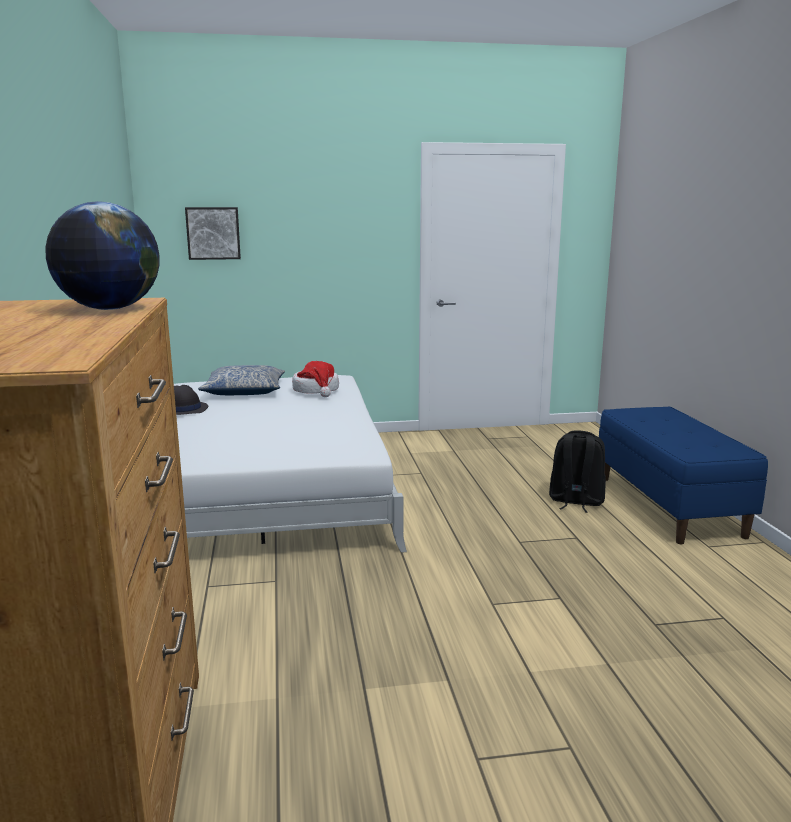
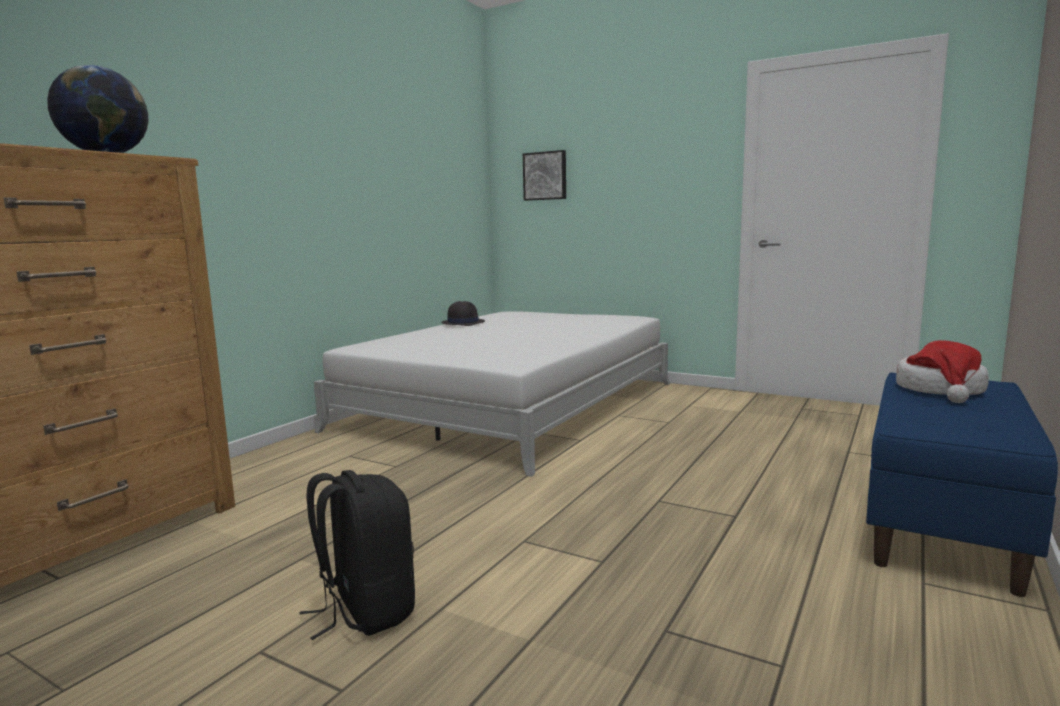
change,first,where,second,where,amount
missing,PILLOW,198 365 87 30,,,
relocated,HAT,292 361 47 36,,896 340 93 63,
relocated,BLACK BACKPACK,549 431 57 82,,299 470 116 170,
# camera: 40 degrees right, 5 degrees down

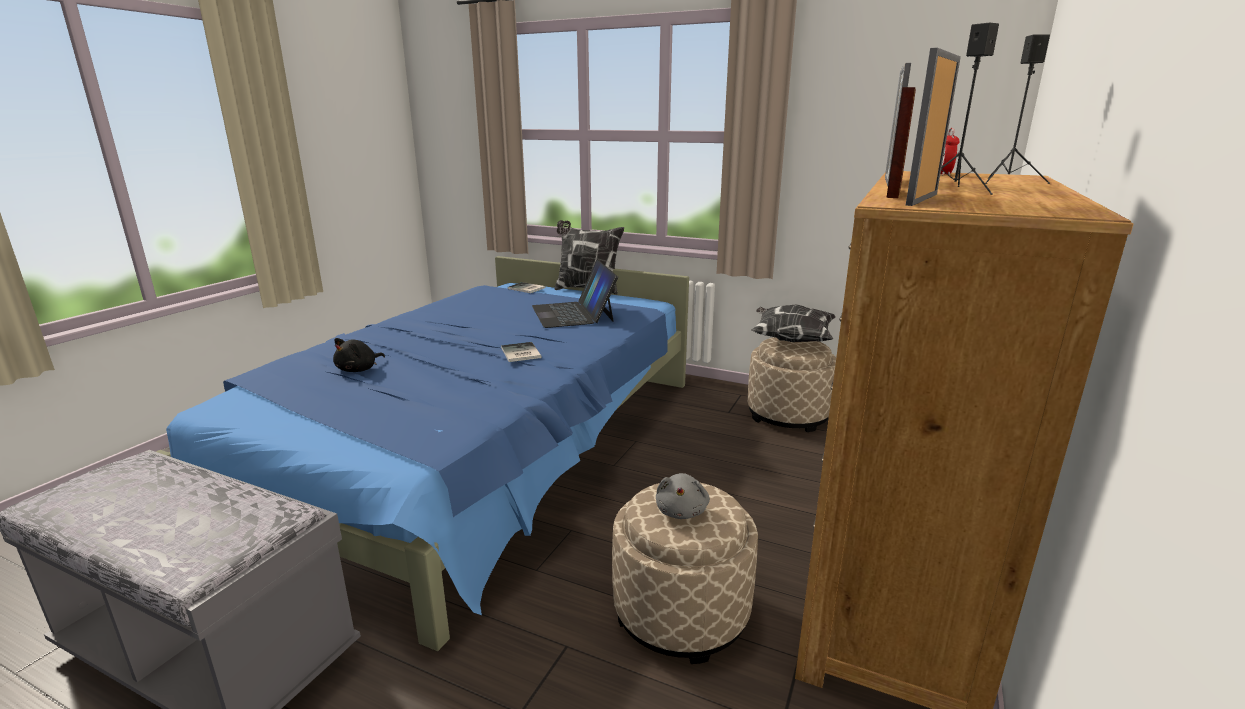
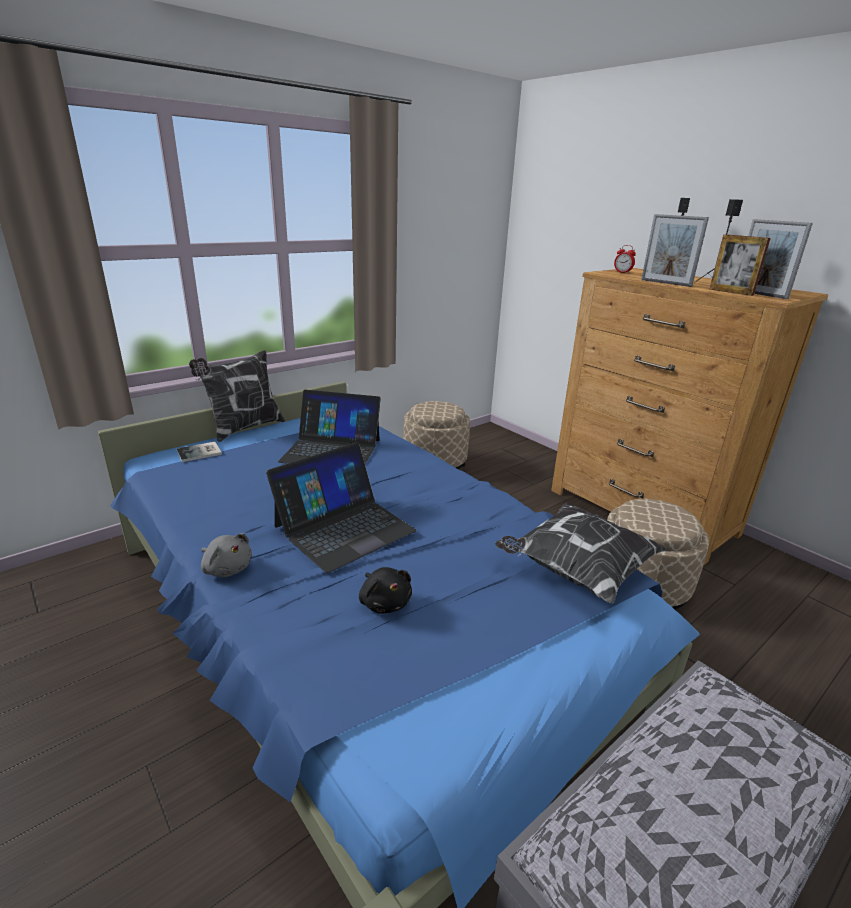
change,first,where,second,where,amount
missing,BOOK,501 342 40 20,,,
appeared,,,LAPTOP,266 442 150 131,
relocated,GREY PLUSH TOY,656 473 54 46,,201 533 51 44,
relocated,PILLOW,751 304 85 38,,495 502 173 101,
# camera: 65 degrees left, 5 degrees up

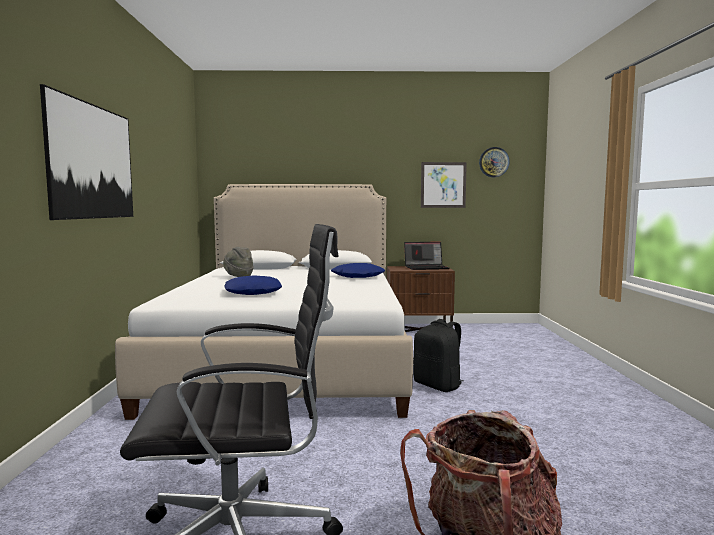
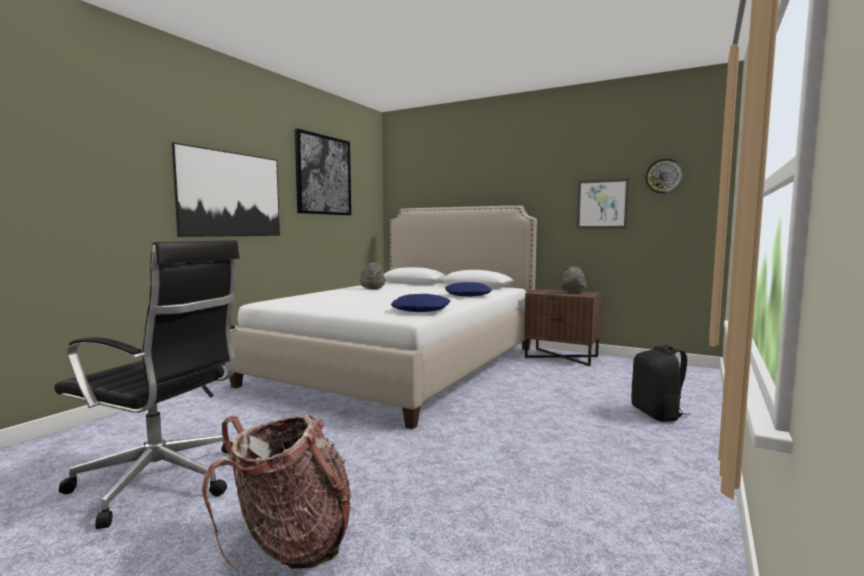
change,first,where,second,where,amount
appeared,,,PICTURE,295 129 56 86,
relocated,BLUE PILLOW,224 275 58 20,,391 294 59 18,
relocated,BLACK BACKPACK,413 319 51 73,,631 345 60 77,
exchanged,LAPTOP,404 242 45 28,GREY HAT,560 266 27 26,
# camera: 30 degrees right, 0 degrees up

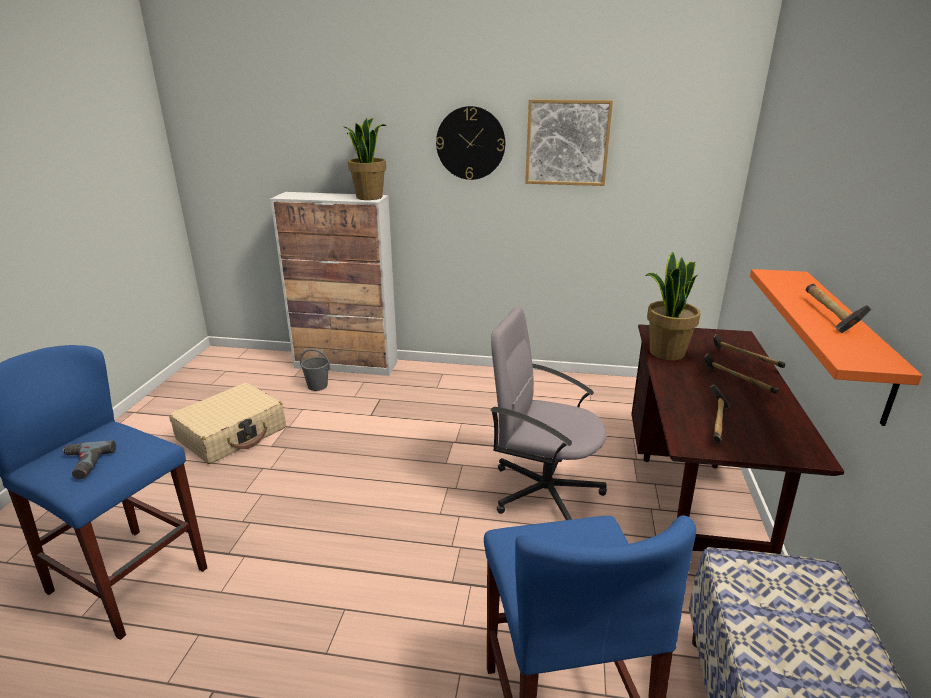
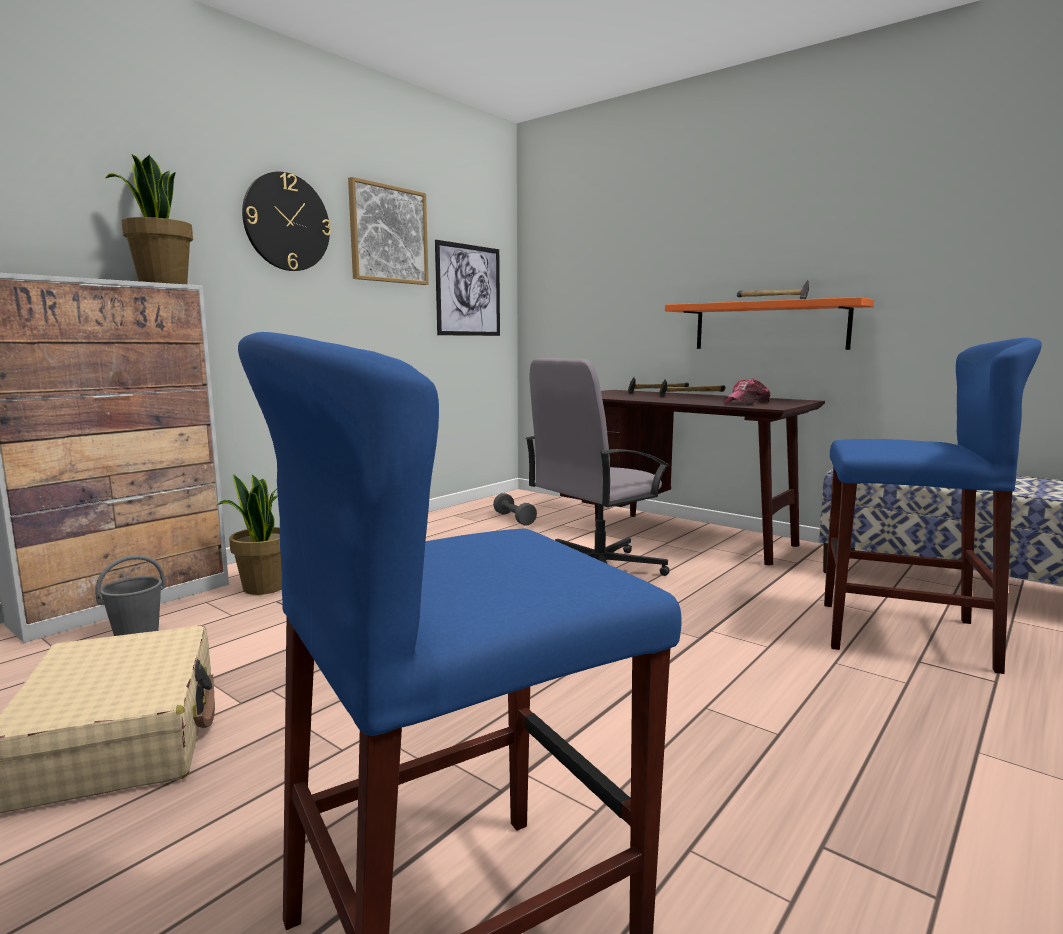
change,first,where,second,where,amount
missing,POWER DRILL,62 440 54 39,,,
appeared,,,PICTURE,435 240 65 96,
appeared,,,GREY DUMBBELL,493 493 44 33,
relocated,POTTED PLANT,645 252 56 108,,217 474 65 121,
exchanged,HAMMER,710 384 20 59,CAP,723 378 48 27,
# camera: 60 degrees left, 15 degrees down

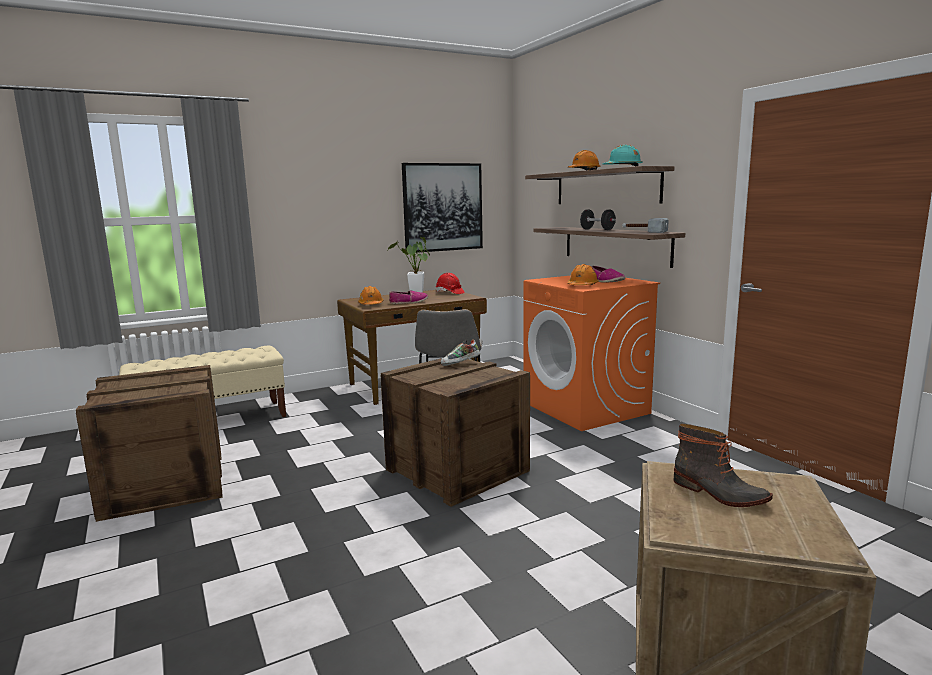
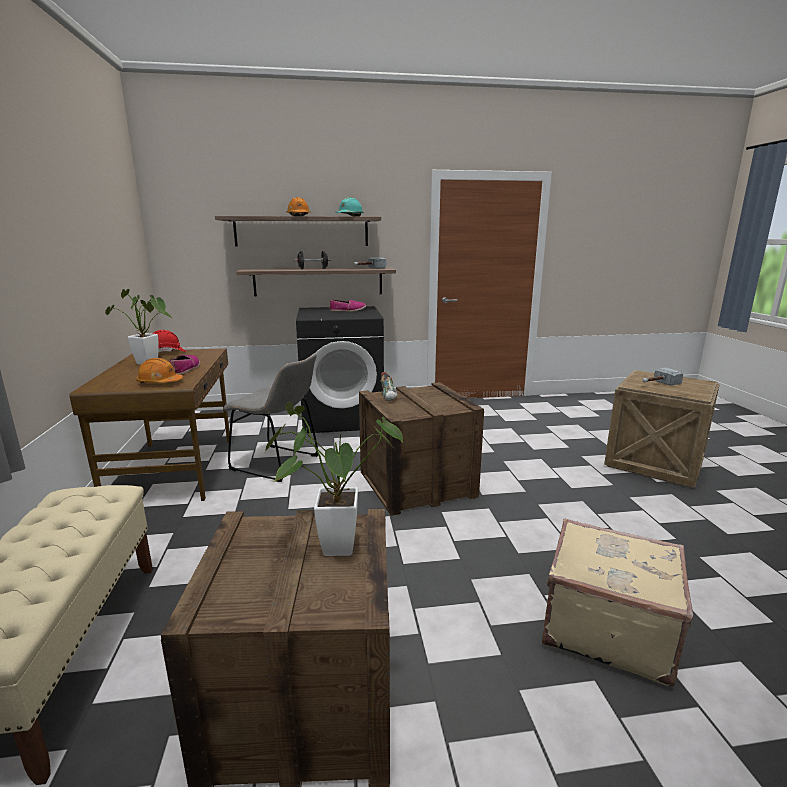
change,first,where,second,where,amount
missing,PICTURE,402 163 81 90,,,
missing,ORANGE HARD HAT,567 264 32 21,,,
appeared,,,POTTED PLANT,265 402 138 154,
appeared,,,BEIGE SUITCASE,542 519 151 168,
exchanged,BOOT,673 424 100 83,HAMMER,643 368 40 18,
colour,ORANGE WASHING MACHINE,523 276 137 155,BLACK WASHING MACHINE,296 306 88 127,
# camera: 70 degrees left, 5 degrees up

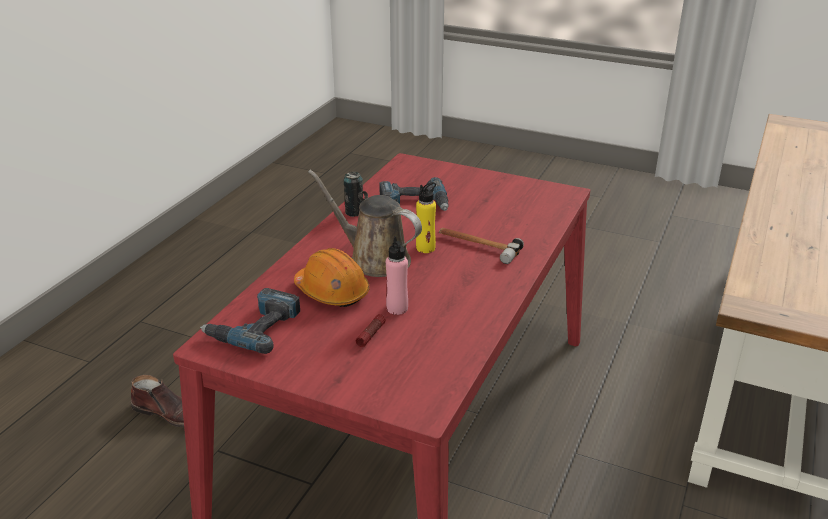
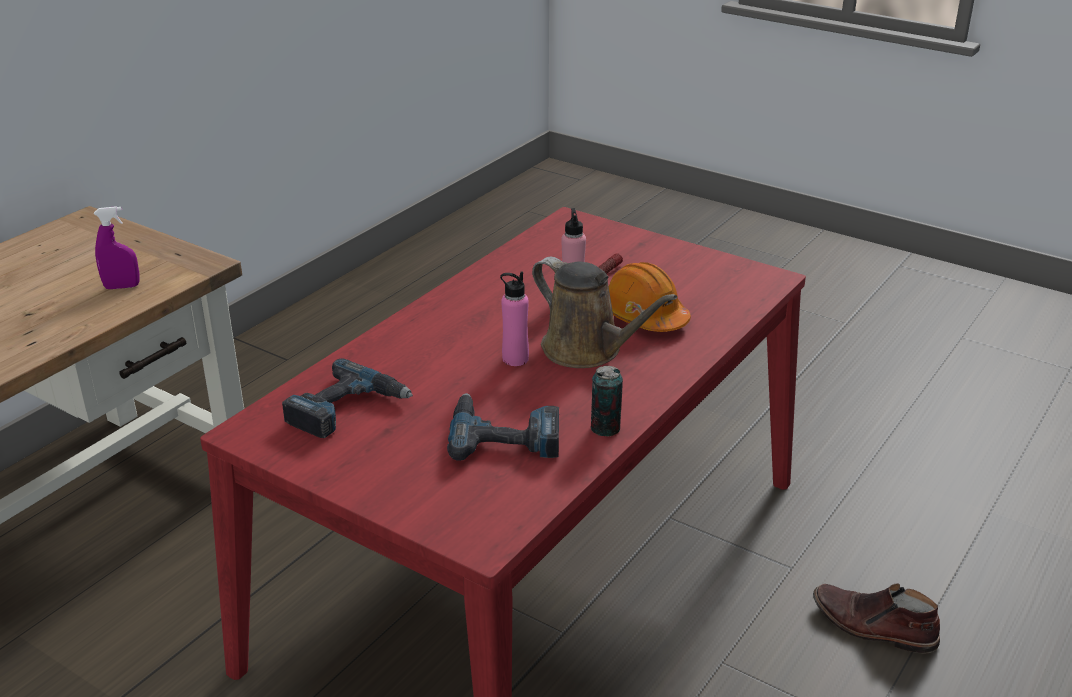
change,first,where,second,where,amount
missing,HAMMER,439 228 85 36,,,
appeared,,,PURPLE SPRAY BOTTLE,94 206 46 83,
relocated,POWER DRILL,200 288 100 66,,282 359 131 79,
colour,YELLOW BOTTLE,416 182 20 71,PINK BOTTLE,500 272 29 94,
# camera: 170 degrees left, 0 degrees up

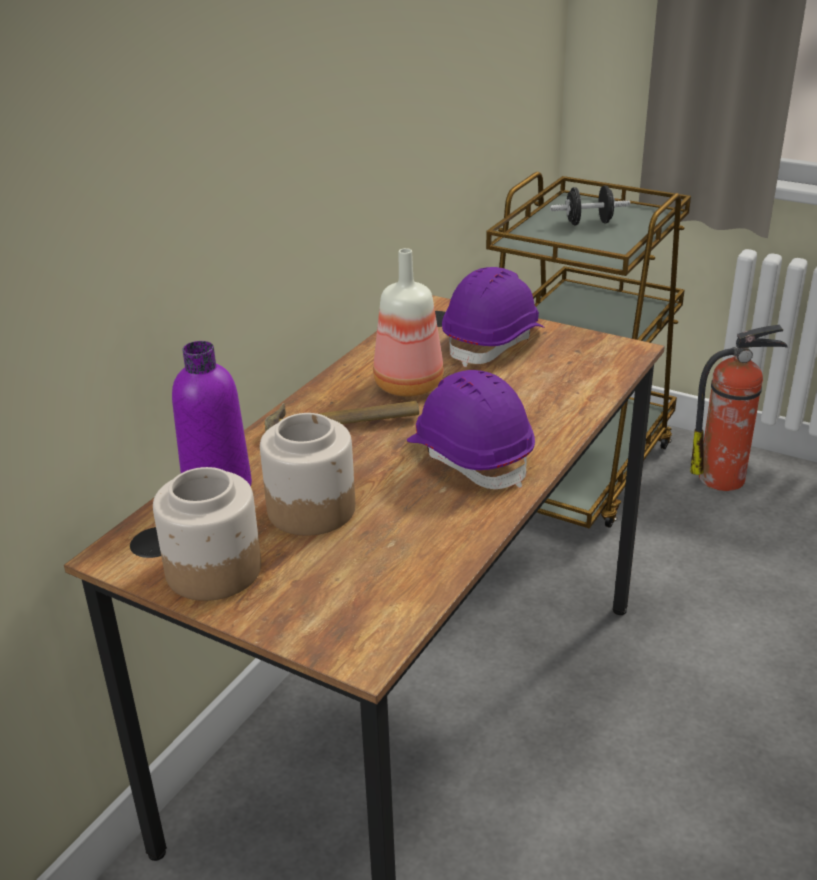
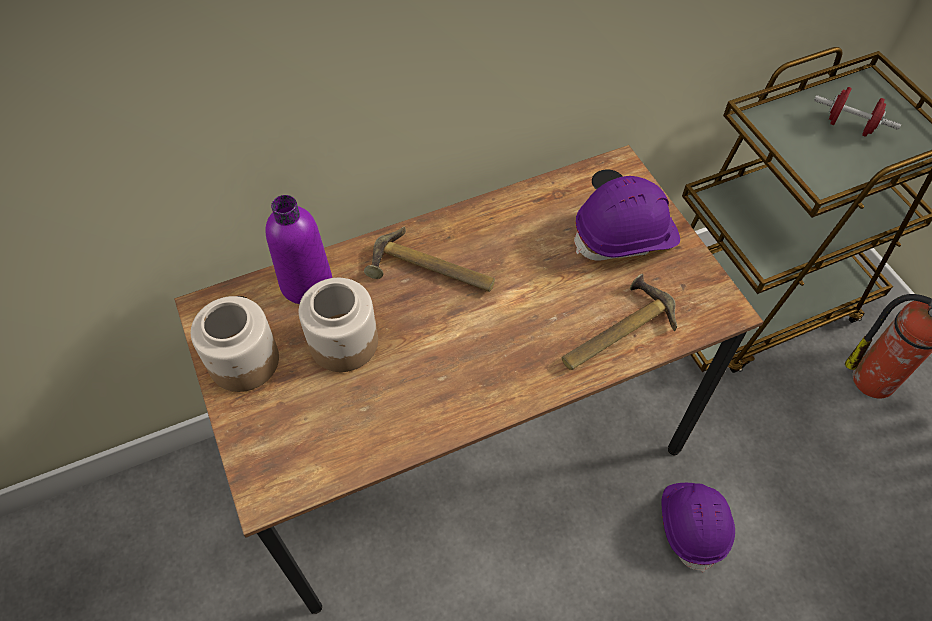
change,first,where,second,where,amount
missing,BOTTLE,373 248 71 149,,,
appeared,,,HAMMER,562 274 115 96,
relocated,PURPLE HARD HAT,407 370 128 119,,662 483 73 89,
colour,BLACK DUMBBELL,550 185 80 40,RED DUMBBELL,814 87 87 49,
# camera: 35 degrees right, 25 degrees up

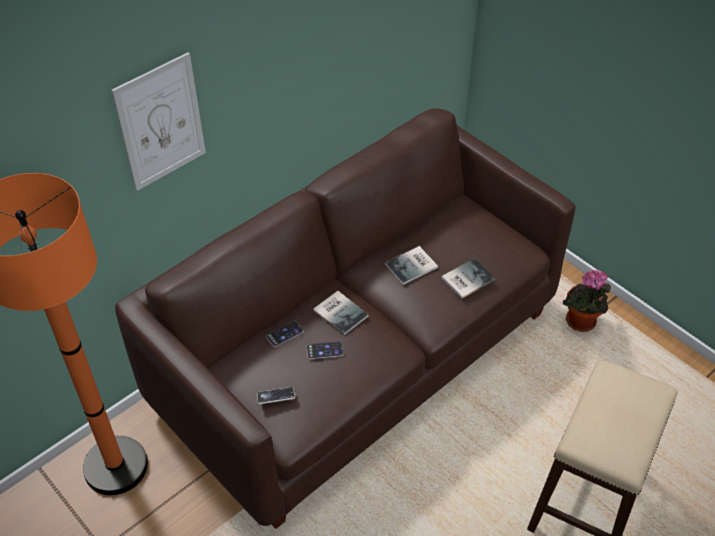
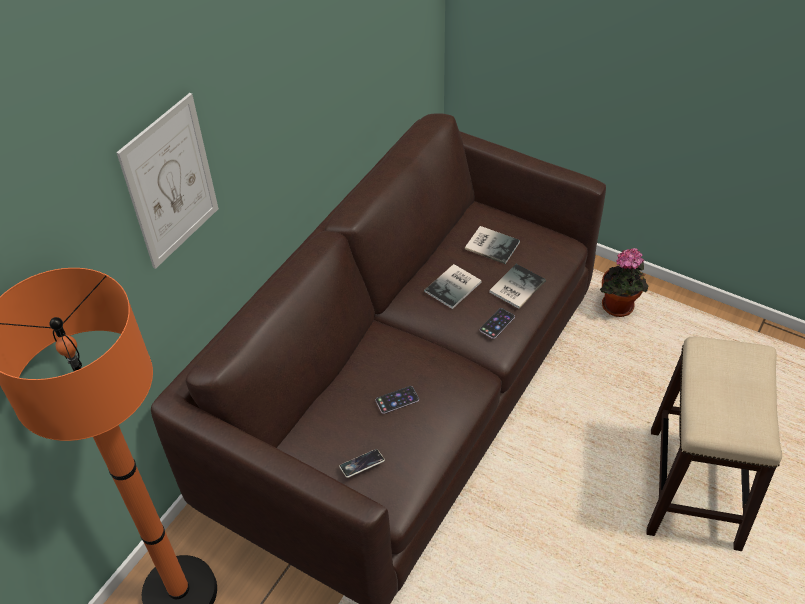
change,first,where,second,where,amount
relocated,PHONE,266 321 38 26,,480 308 35 31,
relocated,BOOK,313 291 55 44,,465 226 55 38,
# camera: 15 degrees left, 0 degrees up

